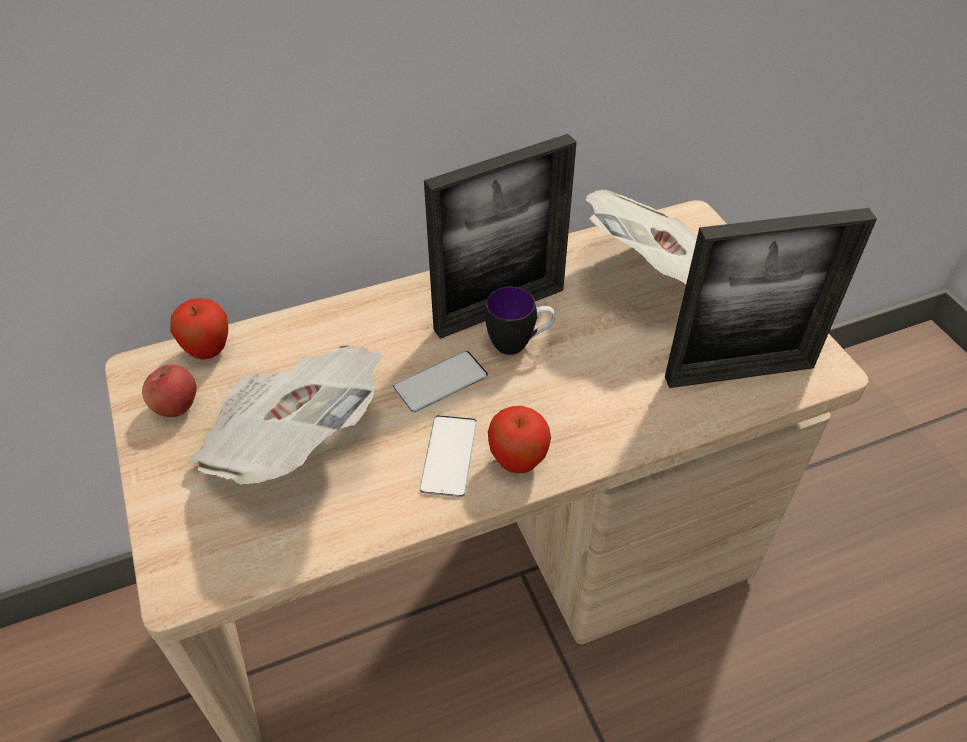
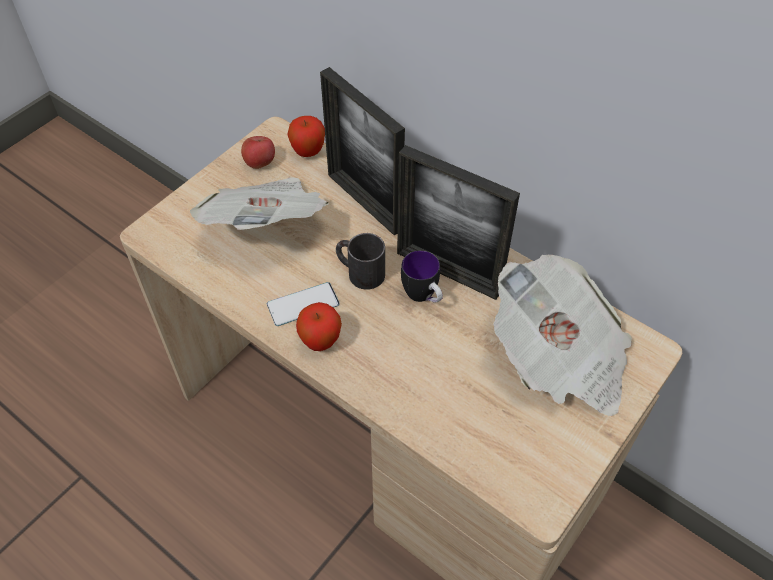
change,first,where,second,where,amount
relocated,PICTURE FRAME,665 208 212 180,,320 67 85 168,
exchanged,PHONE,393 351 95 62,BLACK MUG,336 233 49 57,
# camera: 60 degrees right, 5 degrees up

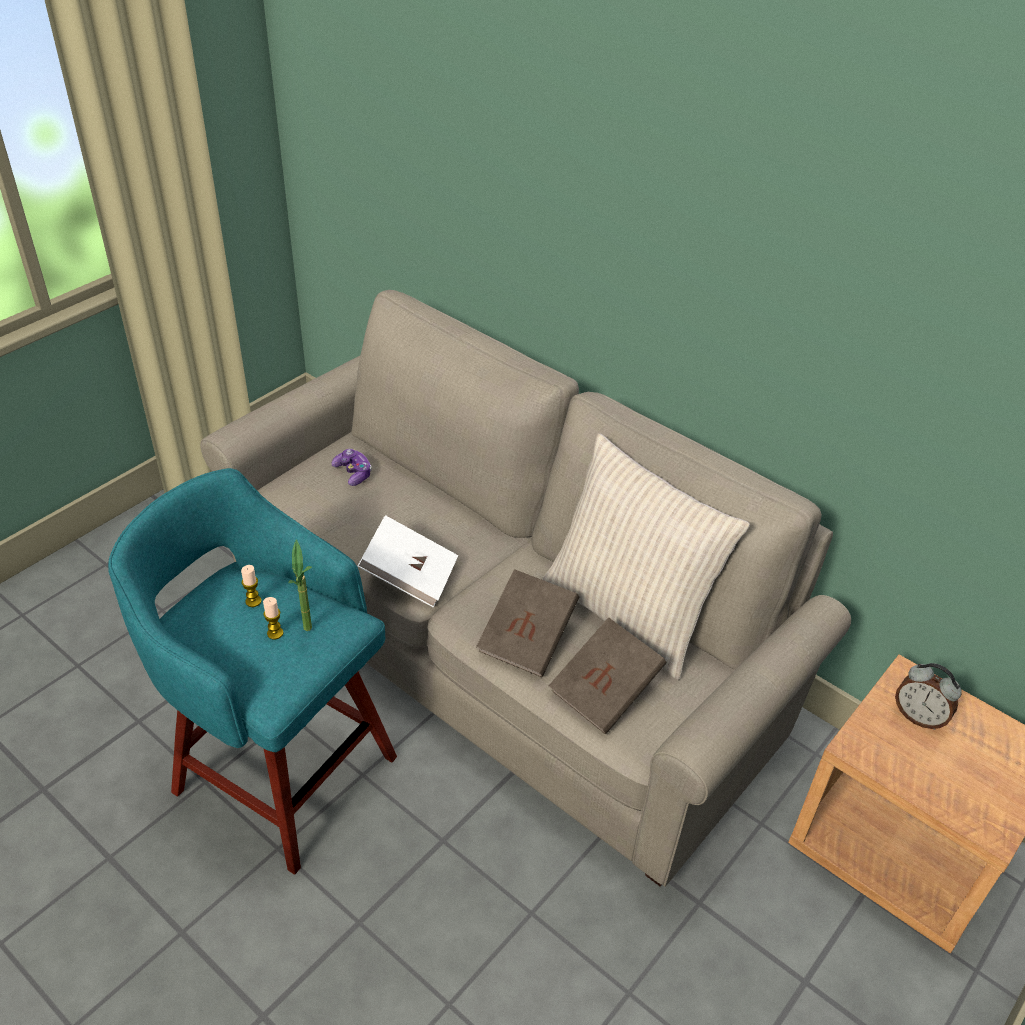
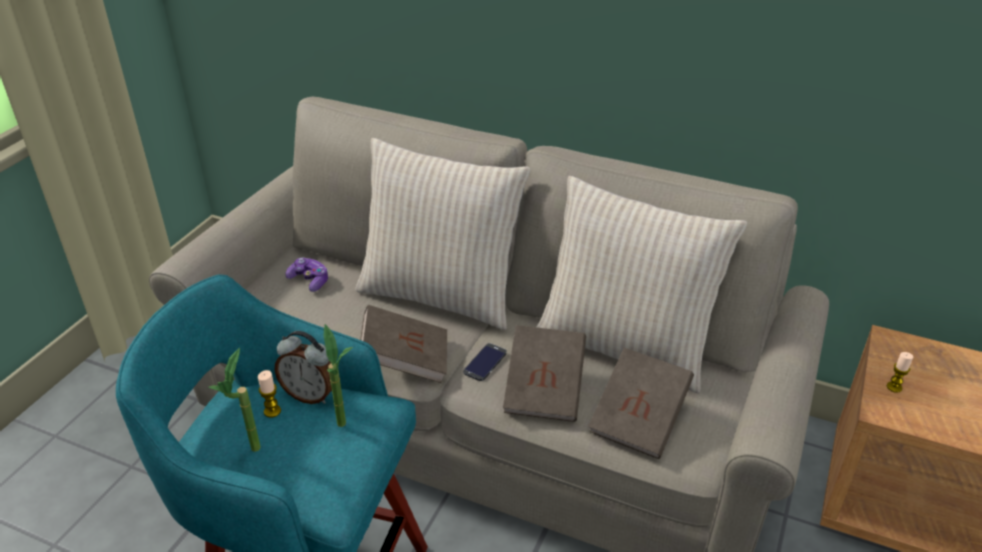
change,first,where,second,where,amount
appeared,,,POTTED PLANT,209 348 52 104,
appeared,,,BEIGE PILLOW,356 138 174 192,
appeared,,,PHONE,463 343 44 38,
relocated,CANDLE,263 597 21 42,,887 352 26 41,
relocated,ALARM CLOCK,895 663 67 67,,275 331 57 73,
colour,WHITE BOOK,358 515 100 92,BROWN BOOK,360 305 87 78,
# camera: 15 degrees left, 5 degrees down

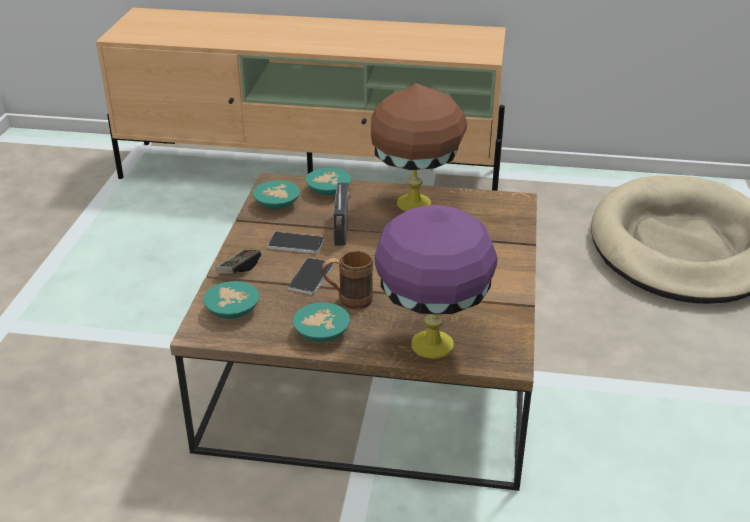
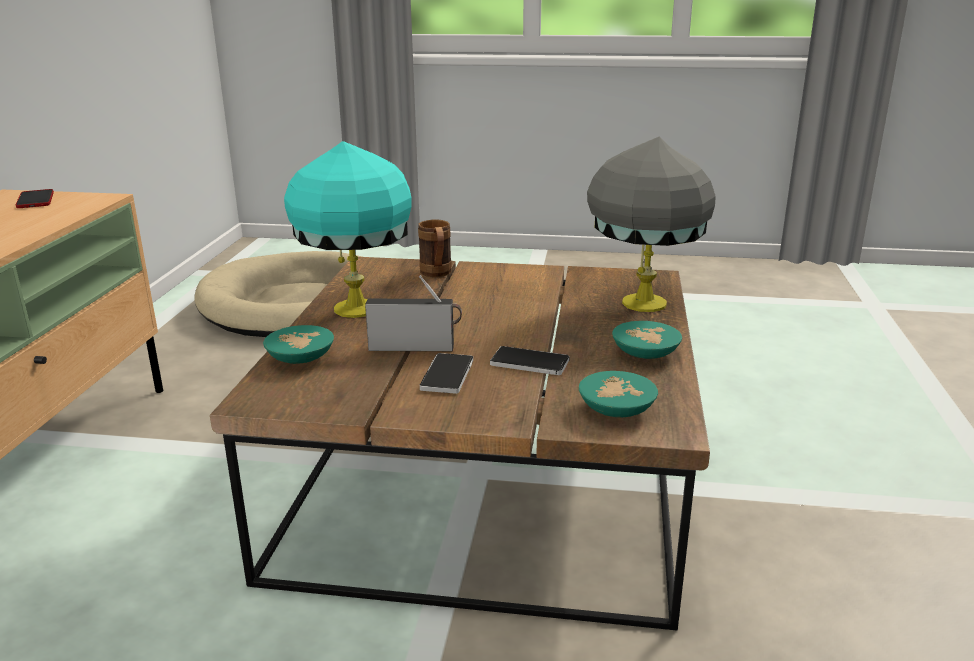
change,first,where,second,where,amount
missing,GAME CONTROLLER,215 249 46 25,,,
missing,TURQUOISE BOWL,253 180 47 29,,,
appeared,,,PHONE,16 189 38 19,
relocated,BROWN MUG,321 251 52 59,,418 220 34 57,
colour,BROWN TABLE LAMP,371 83 96 128,TURQUOISE TABLE LAMP,284 141 128 177,
colour,PURPLE TABLE LAMP,375 205 123 154,GREY TABLE LAMP,587 136 129 176,
# camera: 90 degrees left, 10 degrees down

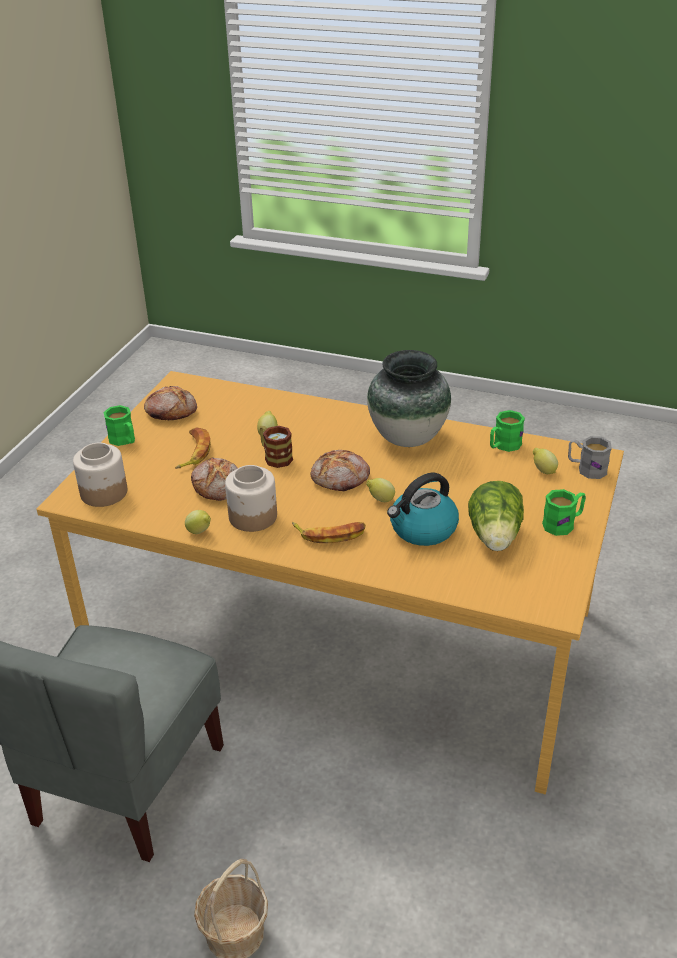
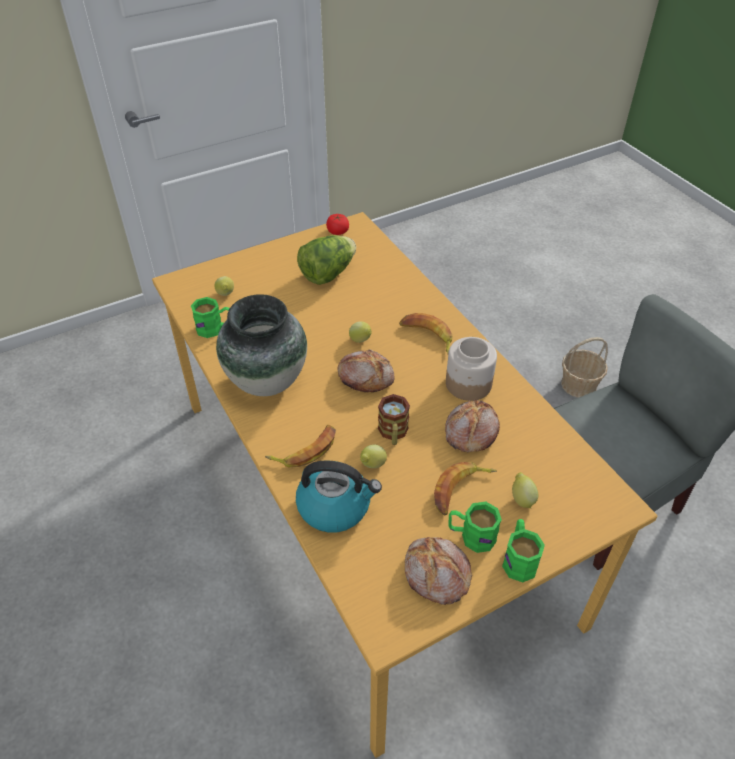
change,first,where,second,where,amount
missing,JAR,73 443 54 64,,,
missing,GREY MUG,568 436 44 43,,,
appeared,,,BANANA,265 425 71 42,
appeared,,,TOMATO,326 214 23 21,
relocated,LEMON,185 510 26 24,,512 472 26 36,
relocated,KETTLE,387 472 72 74,,296 460 86 73,
relocated,GREEN MUG,542 489 44 47,,448 502 54 51,
# camera: 140 degrees left, 10 degrees up

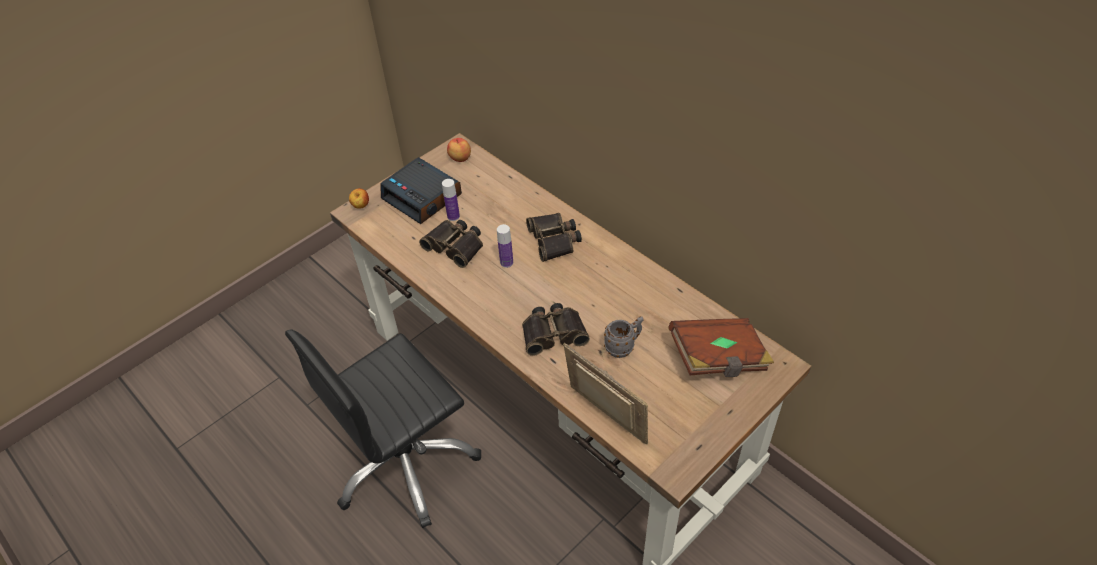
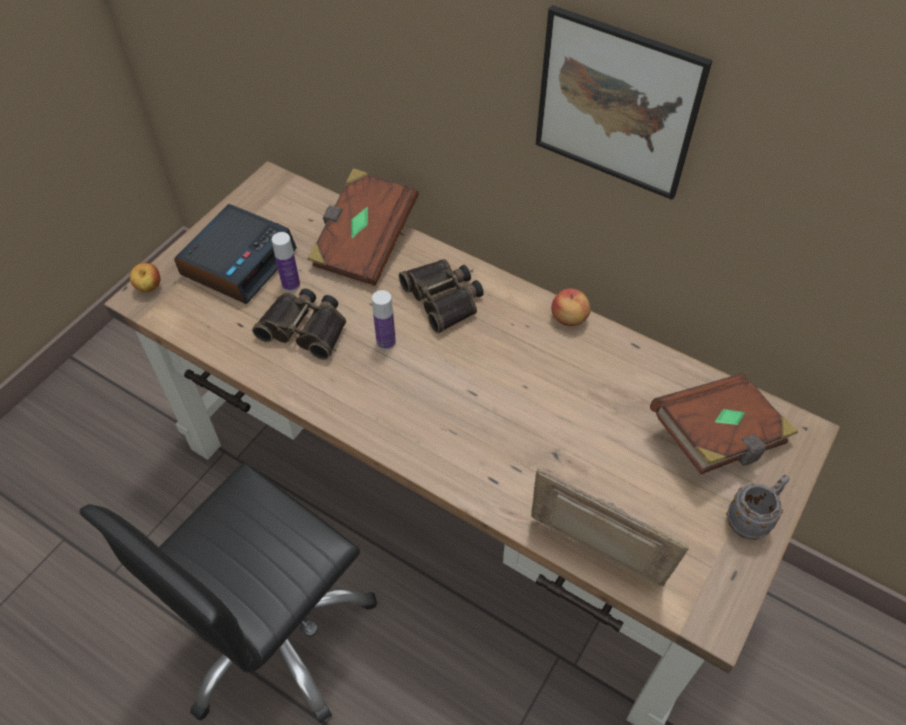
change,first,where,second,where,amount
missing,BINOCULARS,522 303 68 53,,,
appeared,,,BROWN BOOK,307 168 112 118,
appeared,,,PICTURE,536 5 176 195,
relocated,APPLE,447 138 24 24,,551 288 40 38,
relocated,GREY MUG,604 316 40 42,,726 475 64 65,
spun,ALARM CLOCK,380 157 82 67,,174 204 123 100,90 degrees counterclockwise
# camera: 15 degrees left, 5 degrees up

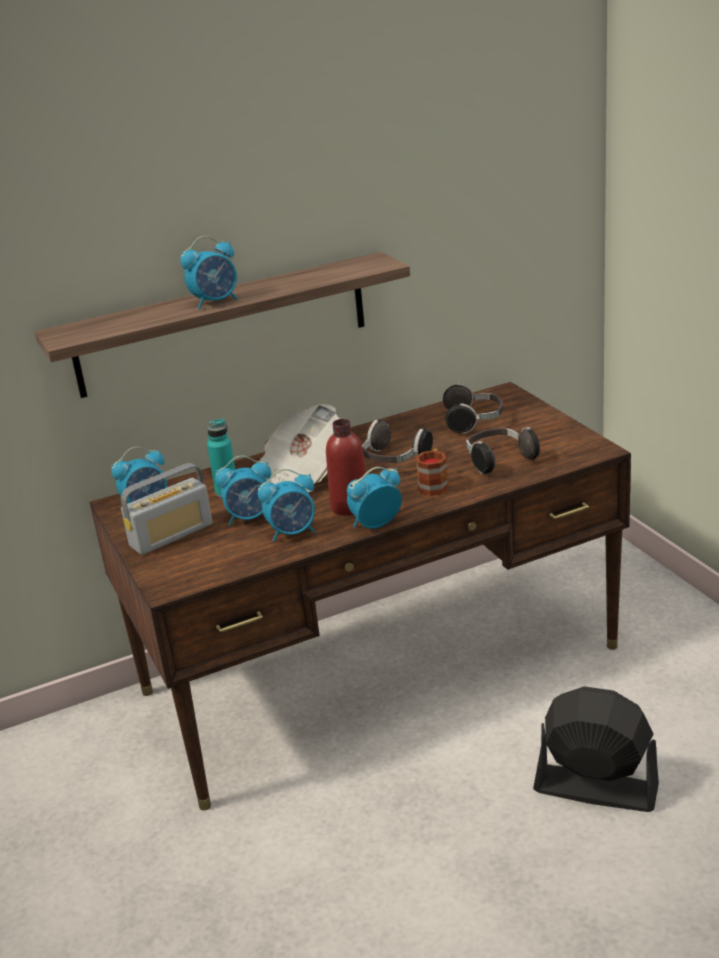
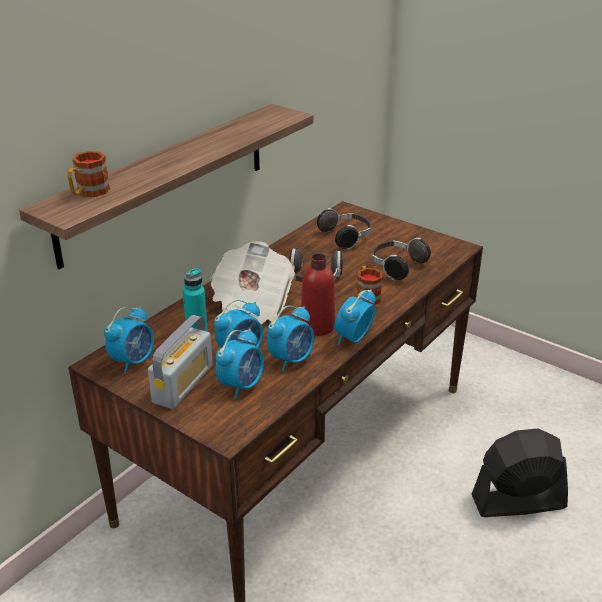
change,first,where,second,where,amount
appeared,,,MUG,67 151 43 46,
relocated,ALARM CLOCK,180 236 57 73,,216 329 48 70,
# camera: 30 degrees left, 5 degrees up

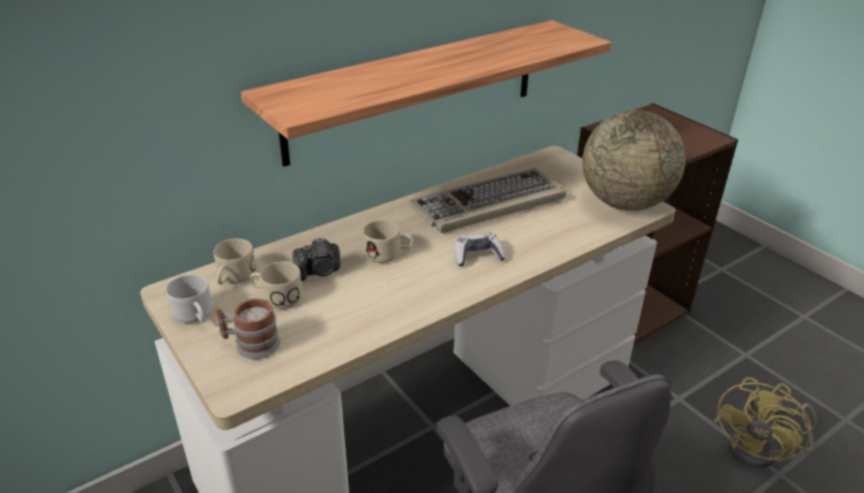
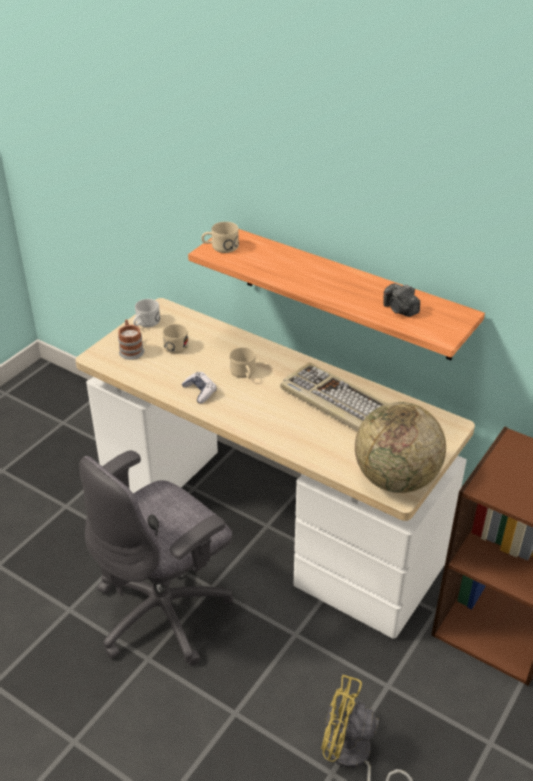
change,first,where,second,where,amount
relocated,BEIGE MUG,213 239 43 46,,201 222 38 31,
relocated,PHOTO CAMERA,292 237 48 44,,383 283 37 34,
relocated,GAME CONTROLLER,454 233 52 34,,182 372 35 31,
# camera: 70 degrees right, 5 degrees up

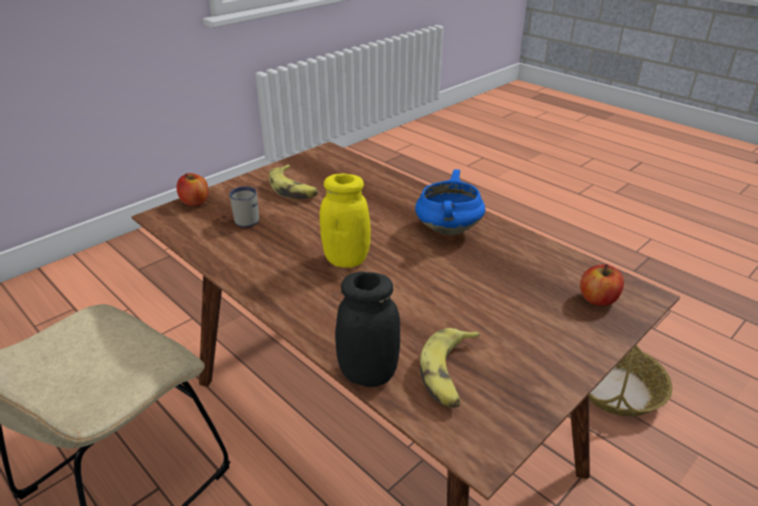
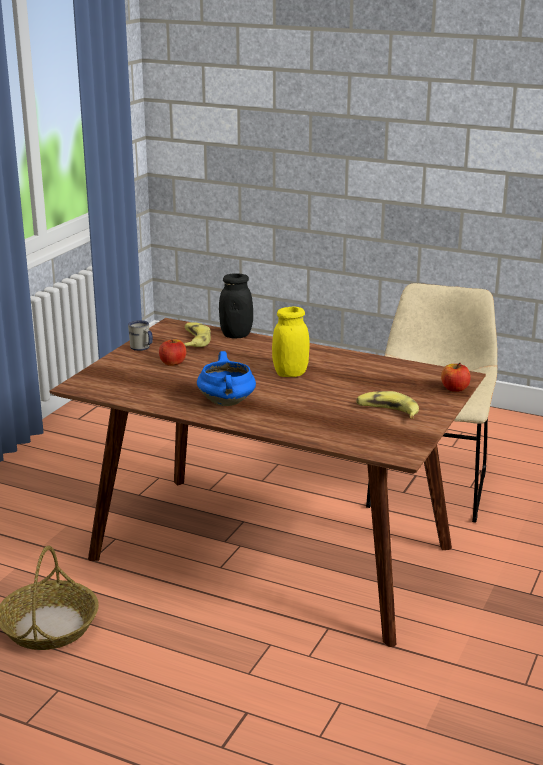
change,first,where,second,where,amount
relocated,WHITE MUG,229 186 30 42,,128 320 25 31,
relocated,APPLE,580 264 44 42,,159 339 27 27,
# camera: 160 degrees right, 10 degrees down

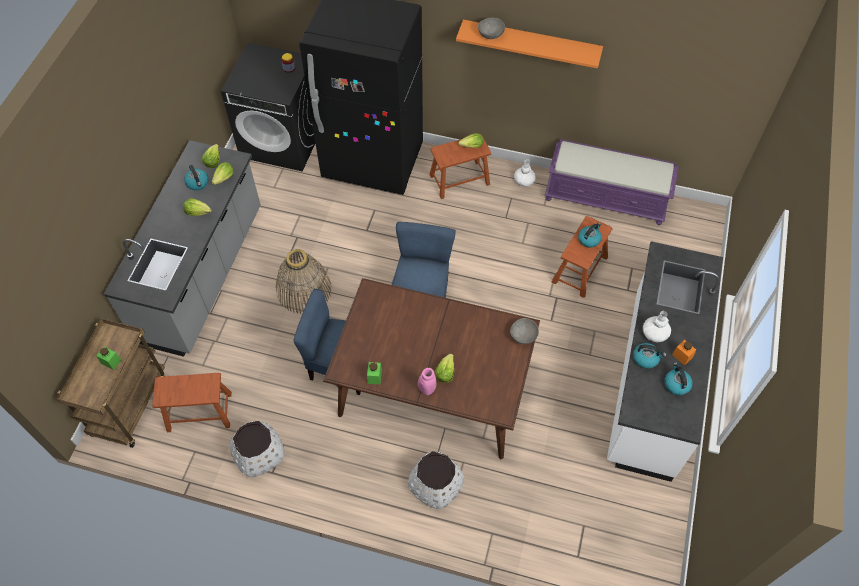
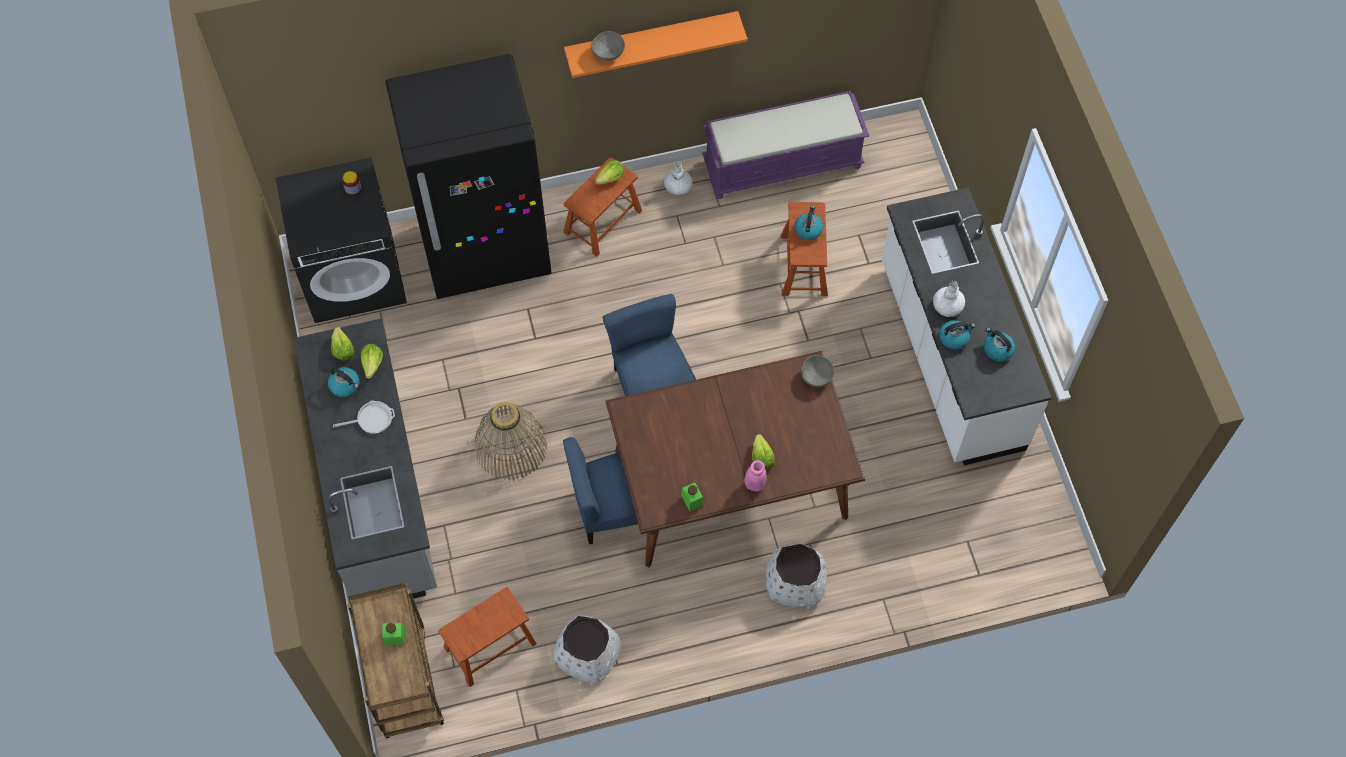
change,first,where,second,where,amount
missing,ORANGE JAR,672 340 24 26,,,
exchanged,LETTUCE,183 198 29 18,FRYING PAN,333 400 62 34,
# camera: 30 degrees left, 5 degrees up

